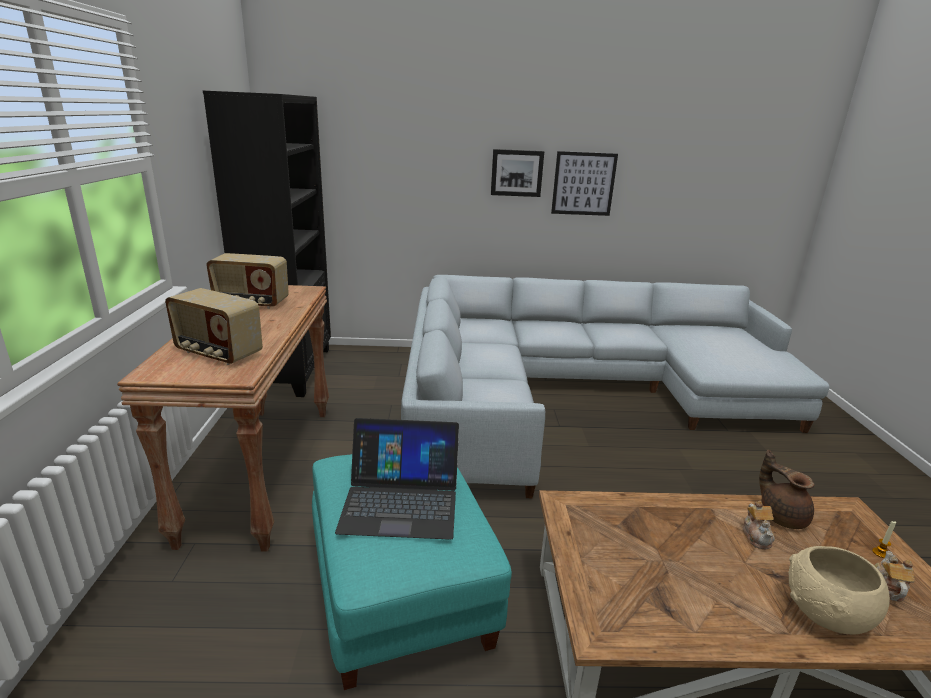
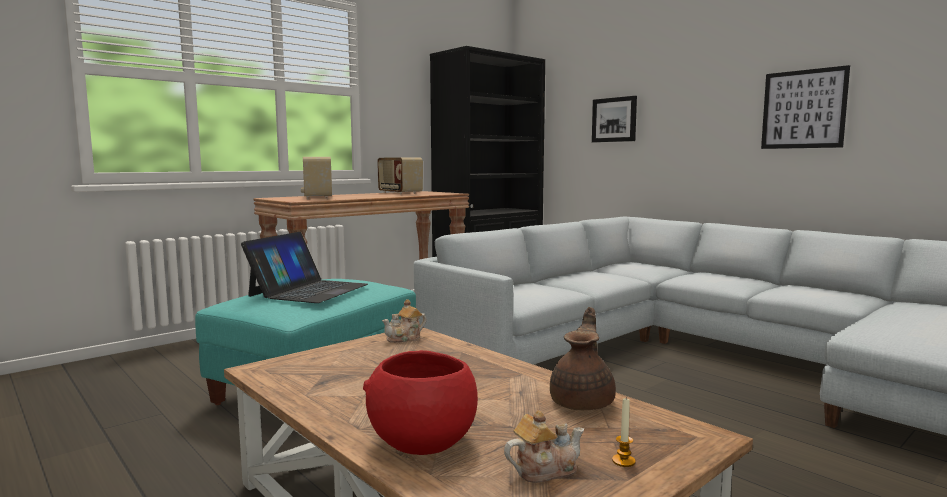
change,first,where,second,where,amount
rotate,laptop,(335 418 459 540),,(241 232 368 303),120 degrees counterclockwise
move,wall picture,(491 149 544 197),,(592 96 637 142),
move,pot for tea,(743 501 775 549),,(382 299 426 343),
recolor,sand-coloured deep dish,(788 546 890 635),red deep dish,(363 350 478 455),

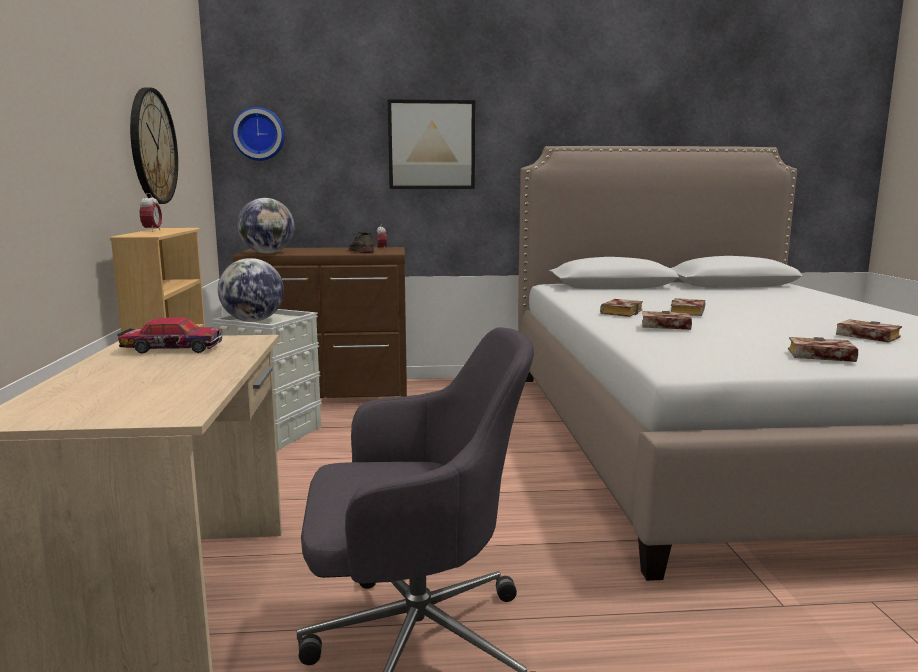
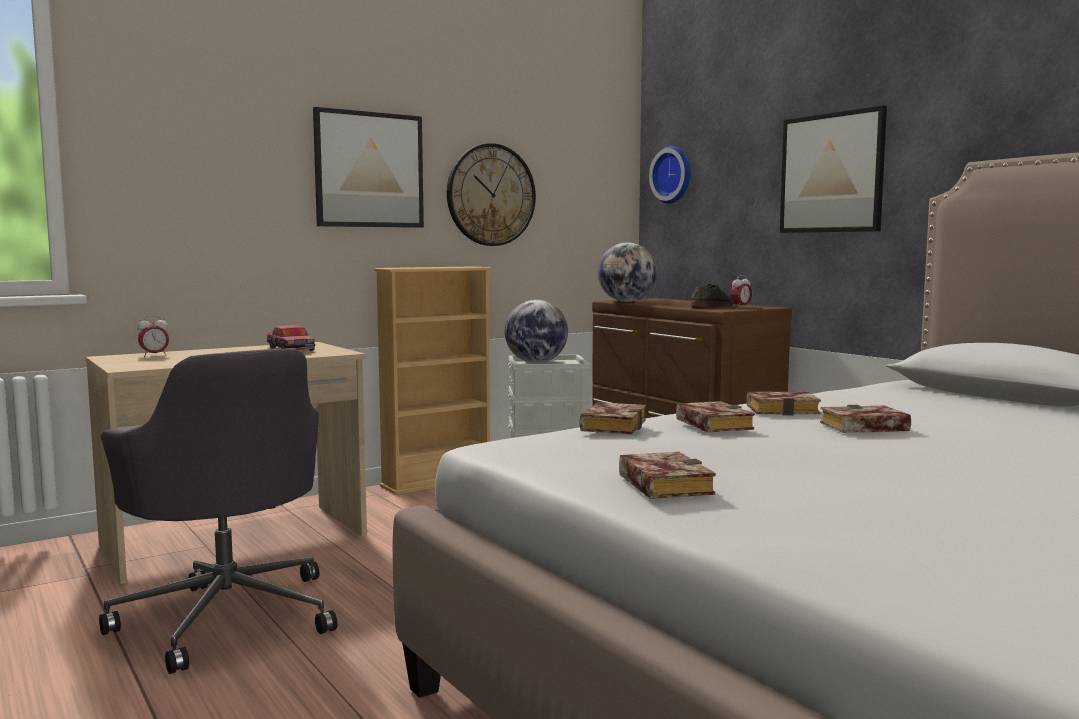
change,first,where,second,where,amount
move,table clock,(140 193 162 232),,(137 315 169 357),
move,bound book,(836 319 902 342),,(579 402 646 434),
insert,,,wall picture,(313 107 424 228),

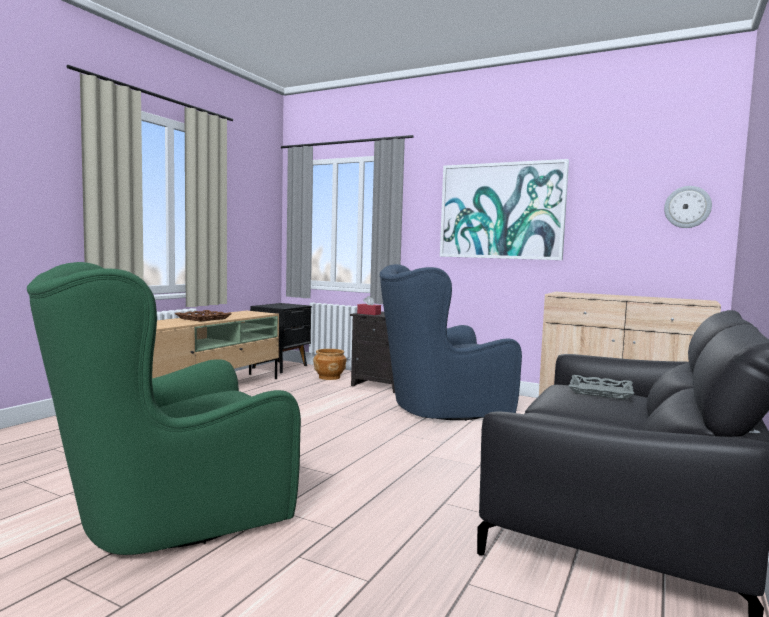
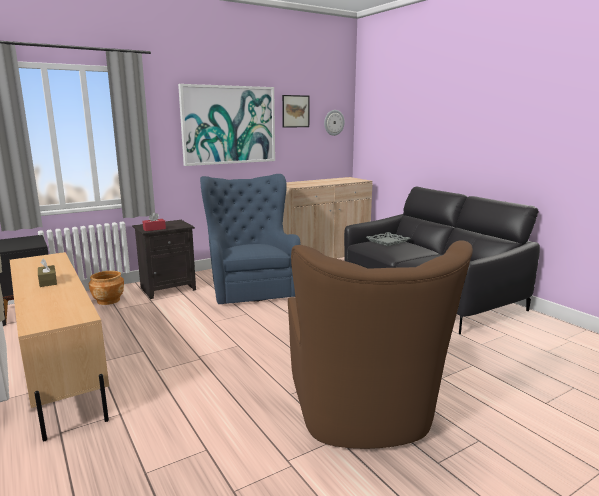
change,first,where,second,where,amount
recolor,greenish easy chair,(27 262 301 555),brownish easy chair,(288 240 473 449),
replace,brownish serving tray,(175 310 232 322),brownish tissue box,(38 259 57 287),
rotate,blue-coloured easy chair,(380 264 522 421),,(200 174 301 304),150 degrees clockwise
insert,,,wall picture,(282 95 310 128),

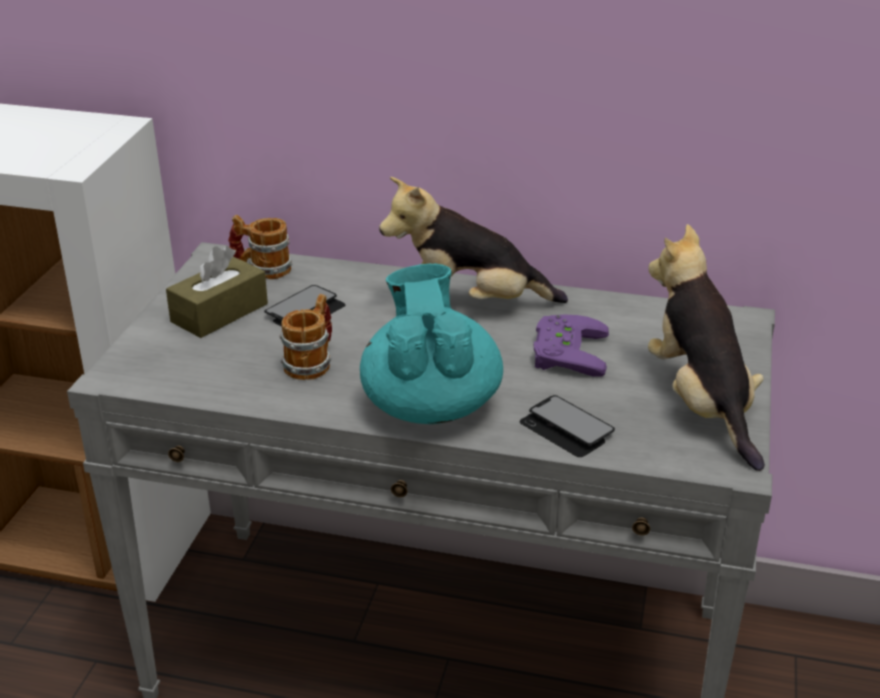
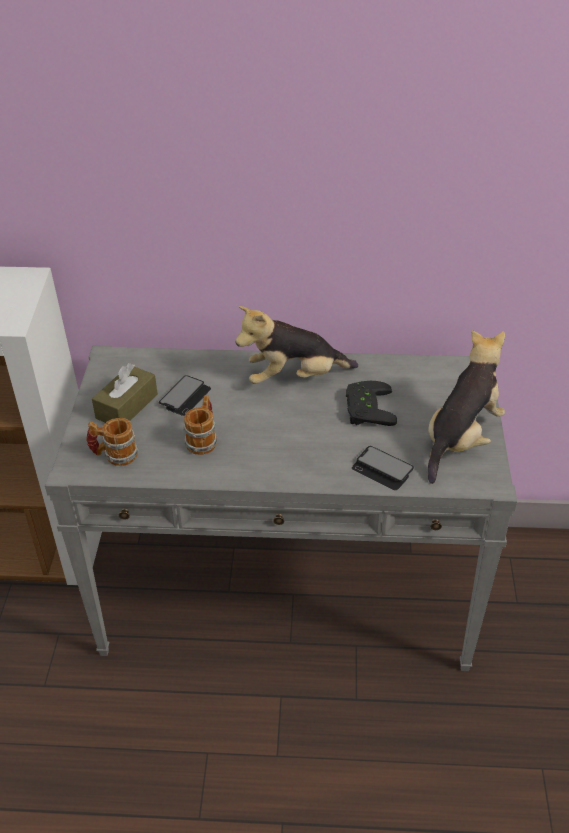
change,first,where,second,where,amount
move,tea mug,(228 215 292 279),,(86 418 138 466),
delete,turquoise pot for tea,(360 264 503 424),,,
recolor,purple gamepad,(534 315 609 377),blackish gamepad,(346 381 397 426),
rotate,soft toy,(648 224 765 471),,(428 330 505 484),60 degrees clockwise

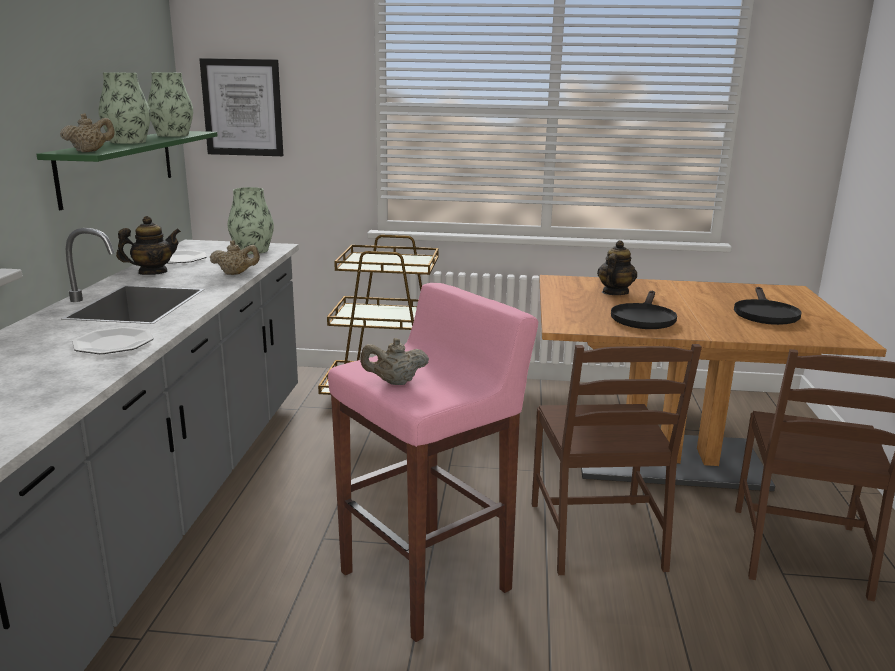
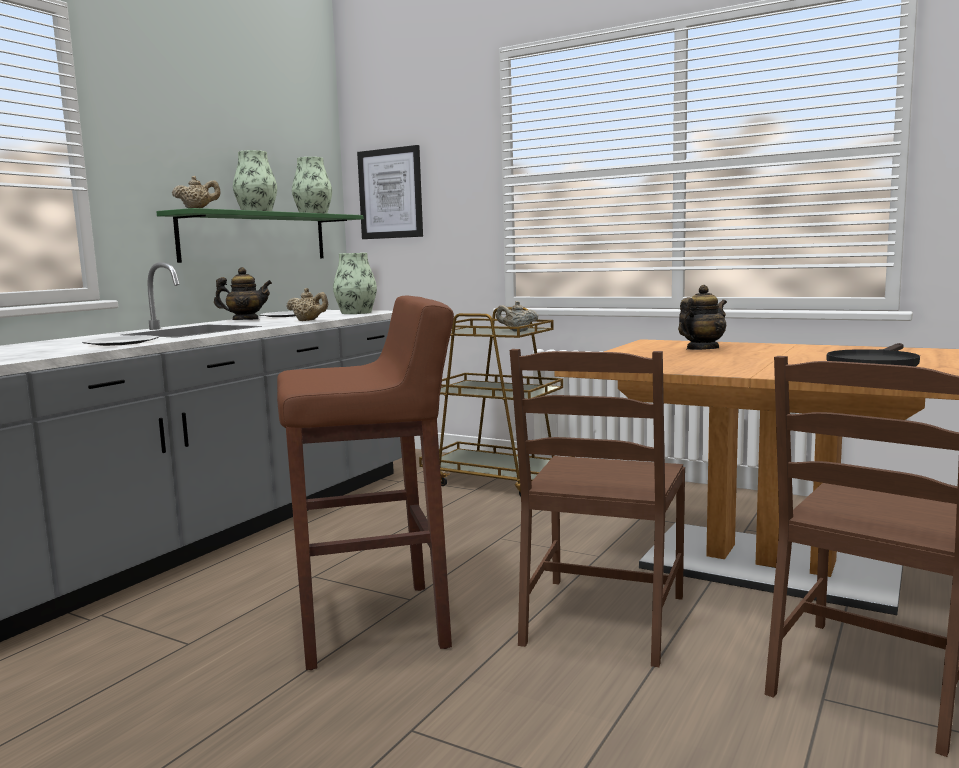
change,first,where,second,where,amount
recolor,pink-coloured stool,(328 283 538 642),brownish stool,(277 296 454 670),
move,sand-coloured pot for tea,(360 338 429 385),,(496 301 538 332),
delete,blackish skillet,(611 290 677 329),,,

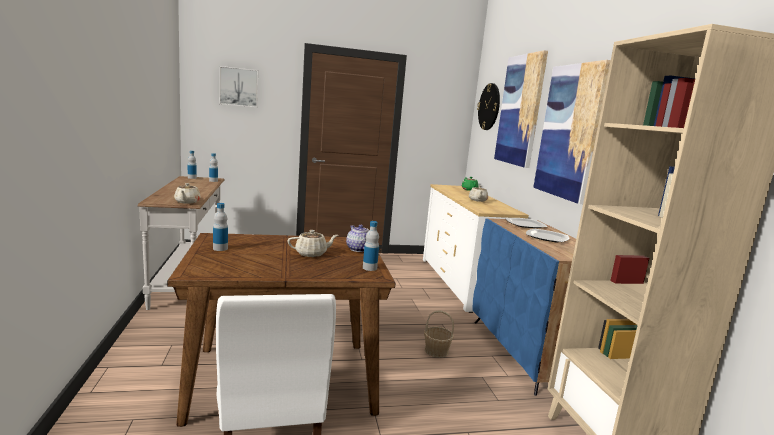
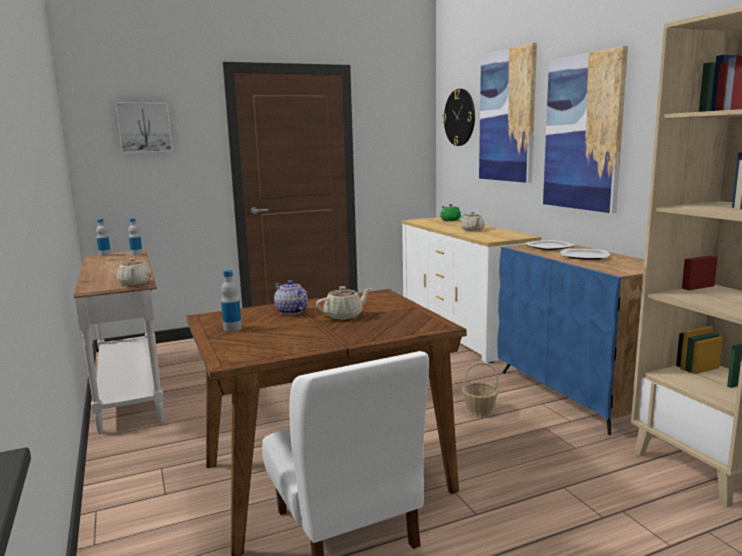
change,first,where,second,where,amount
move,pot for tea,(346 225 369 252),,(274 280 308 315),
delete,beverage bottle,(363 221 379 271),,,

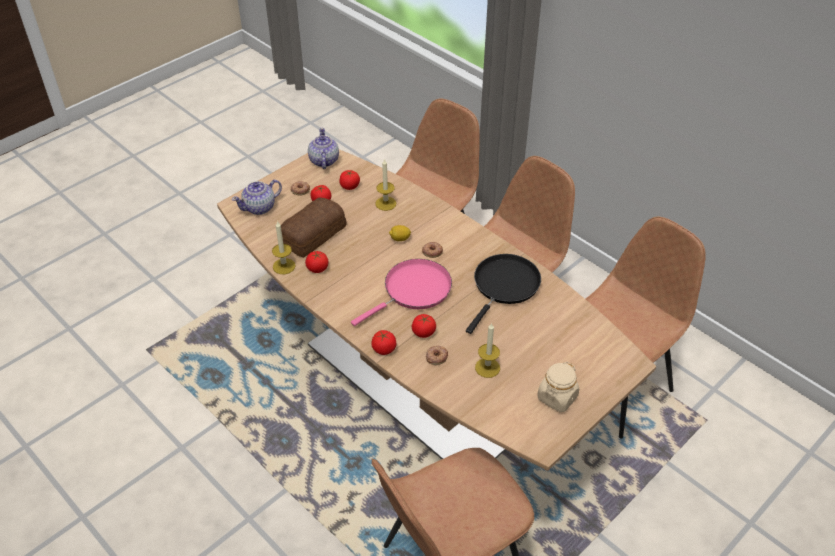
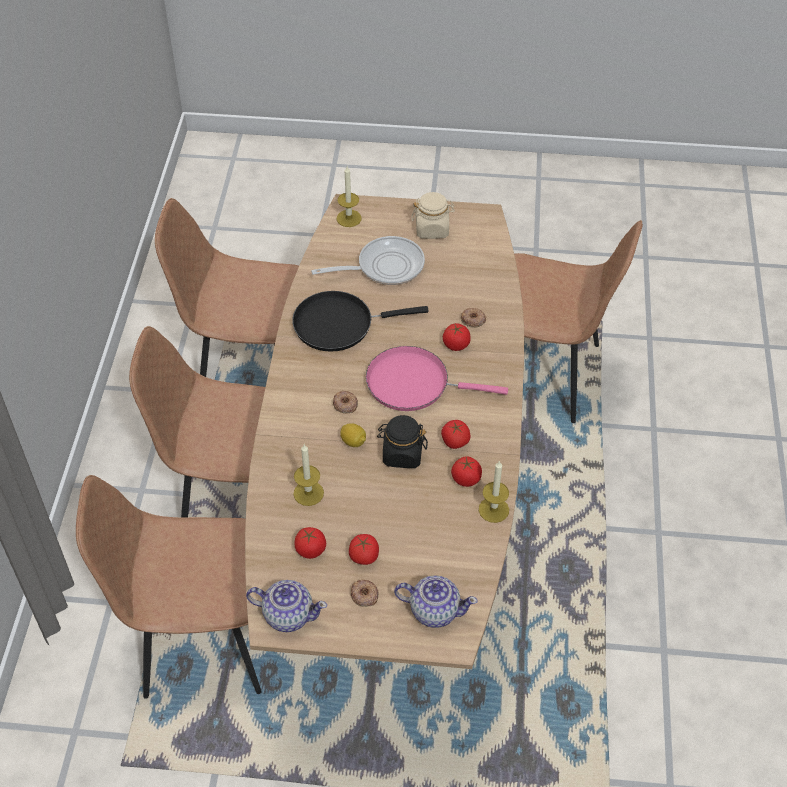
change,first,where,second,where,amount
delete,baked bread,(281 198 347 258),,,
rotate,pot for tea,(308 128 339 169),,(246 580 327 632),120 degrees counterclockwise
move,whole tomato,(371 330 396 355),,(441 420 471 449),
move,candle,(475 323 500 378),,(336 167 362 227),
insert,,,skillet,(311 236 425 285),
insert,,,blackish jar,(377 415 428 468),

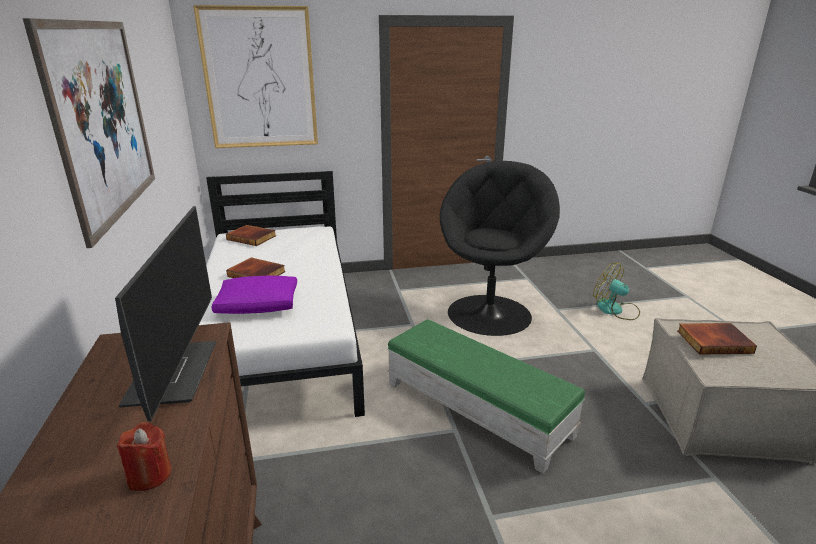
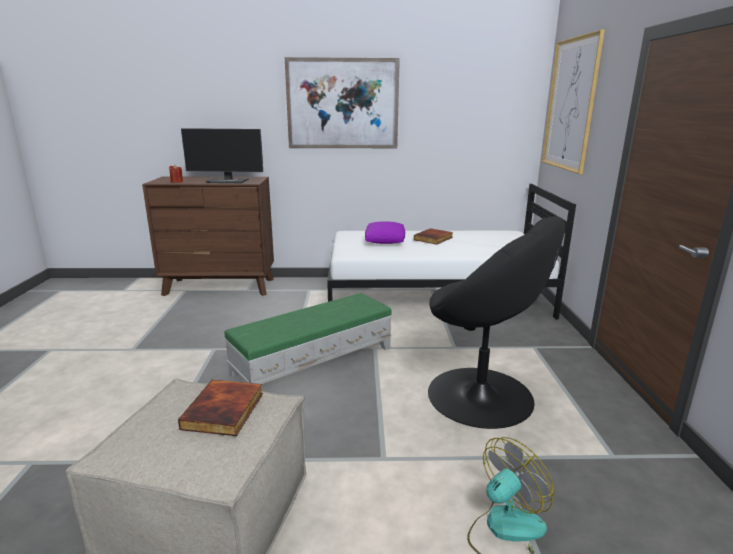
change,first,where,second,where,amount
delete,bound book,(226 225 276 246),,,

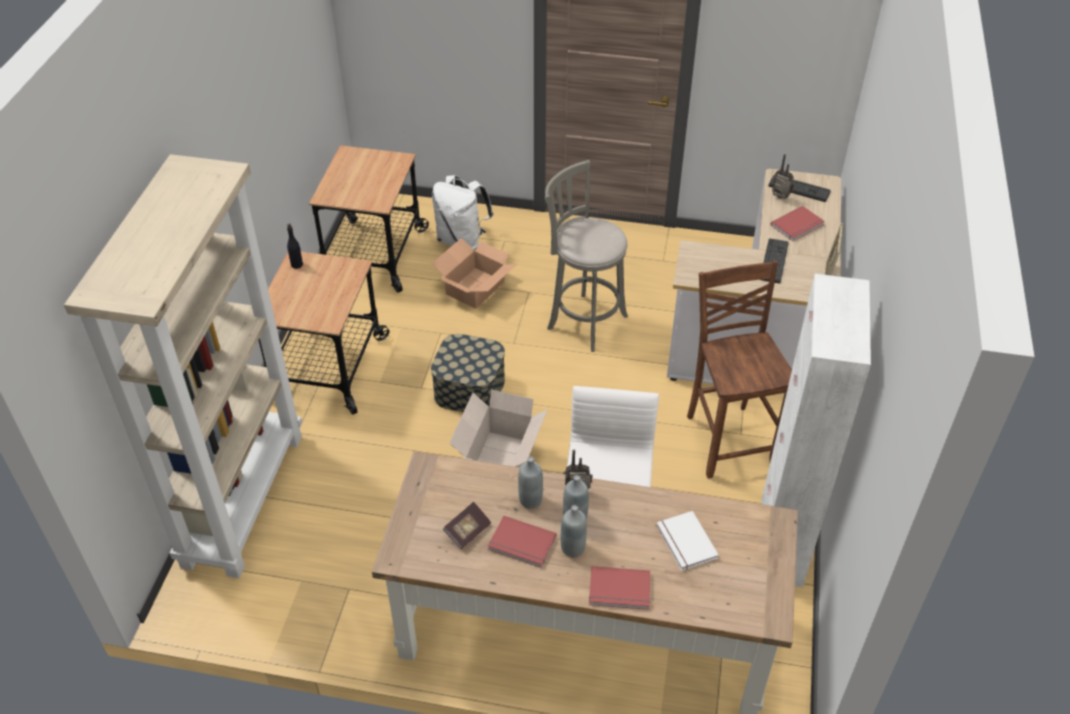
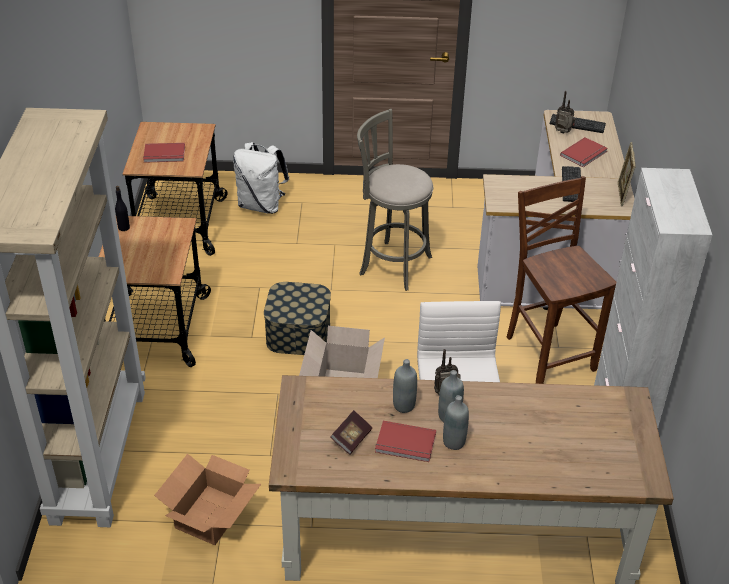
change,first,where,second,where,amount
move,cardboard box,(432 238 517 309),,(154 454 261 545),
move,red bound book,(589 566 650 610),,(143 143 185 163),
delete,whitish bound book,(657 511 719 571),,,

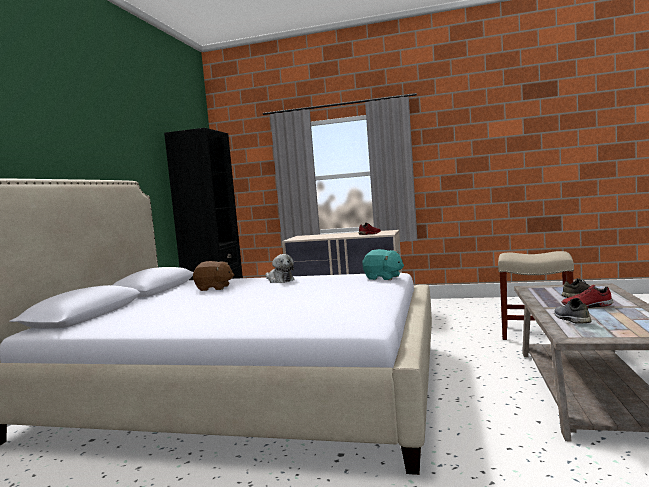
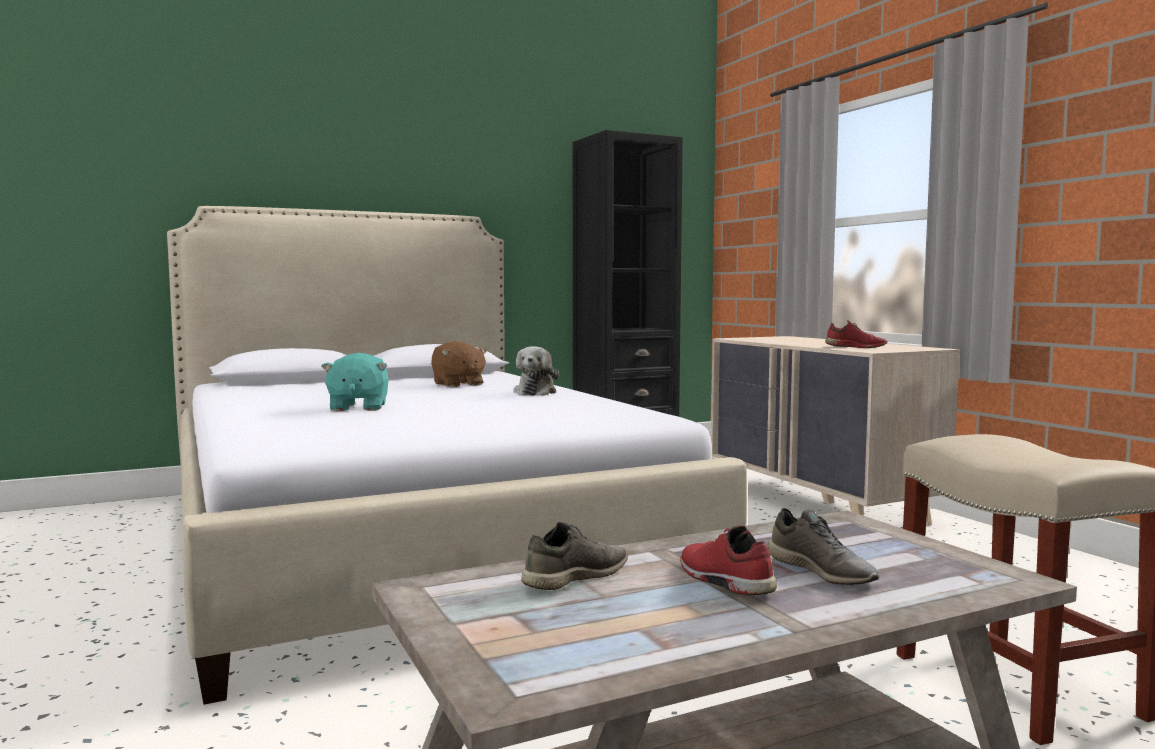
change,first,where,second,where,amount
move,turquoise soft toy,(362 249 404 280),,(321 353 389 412),

